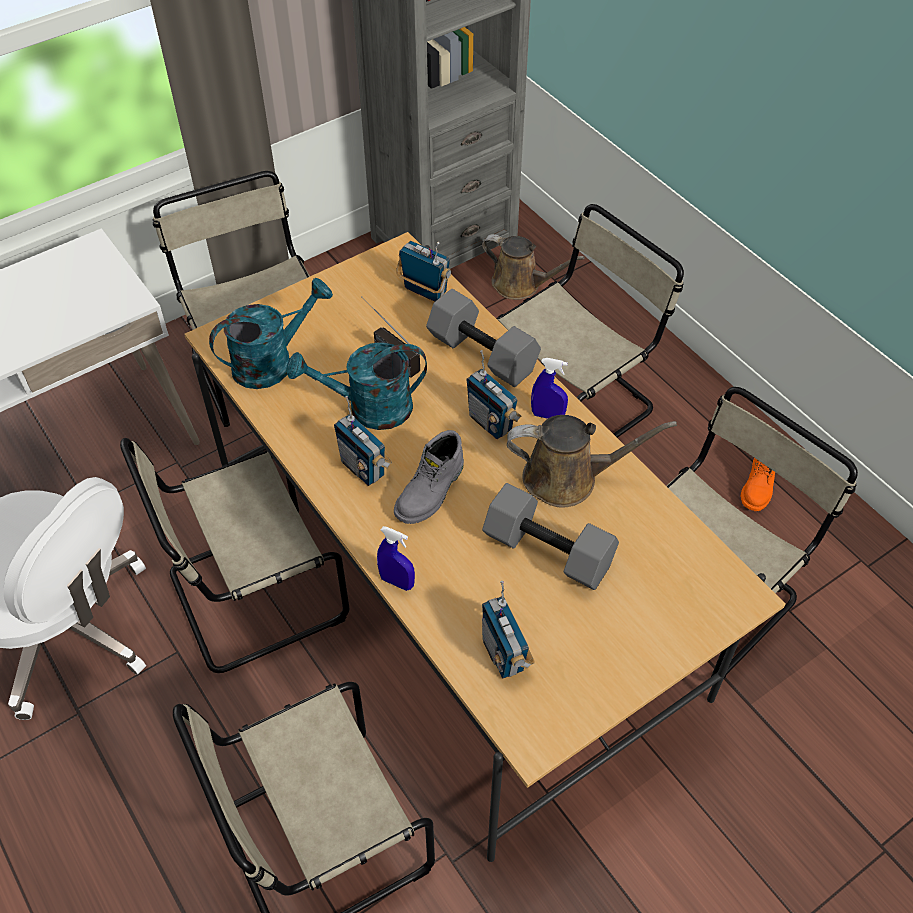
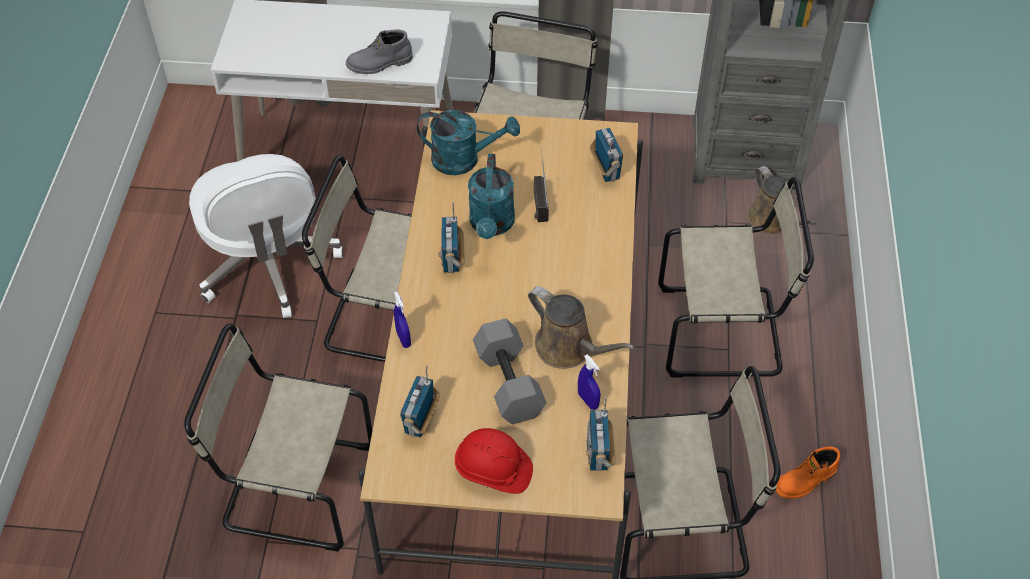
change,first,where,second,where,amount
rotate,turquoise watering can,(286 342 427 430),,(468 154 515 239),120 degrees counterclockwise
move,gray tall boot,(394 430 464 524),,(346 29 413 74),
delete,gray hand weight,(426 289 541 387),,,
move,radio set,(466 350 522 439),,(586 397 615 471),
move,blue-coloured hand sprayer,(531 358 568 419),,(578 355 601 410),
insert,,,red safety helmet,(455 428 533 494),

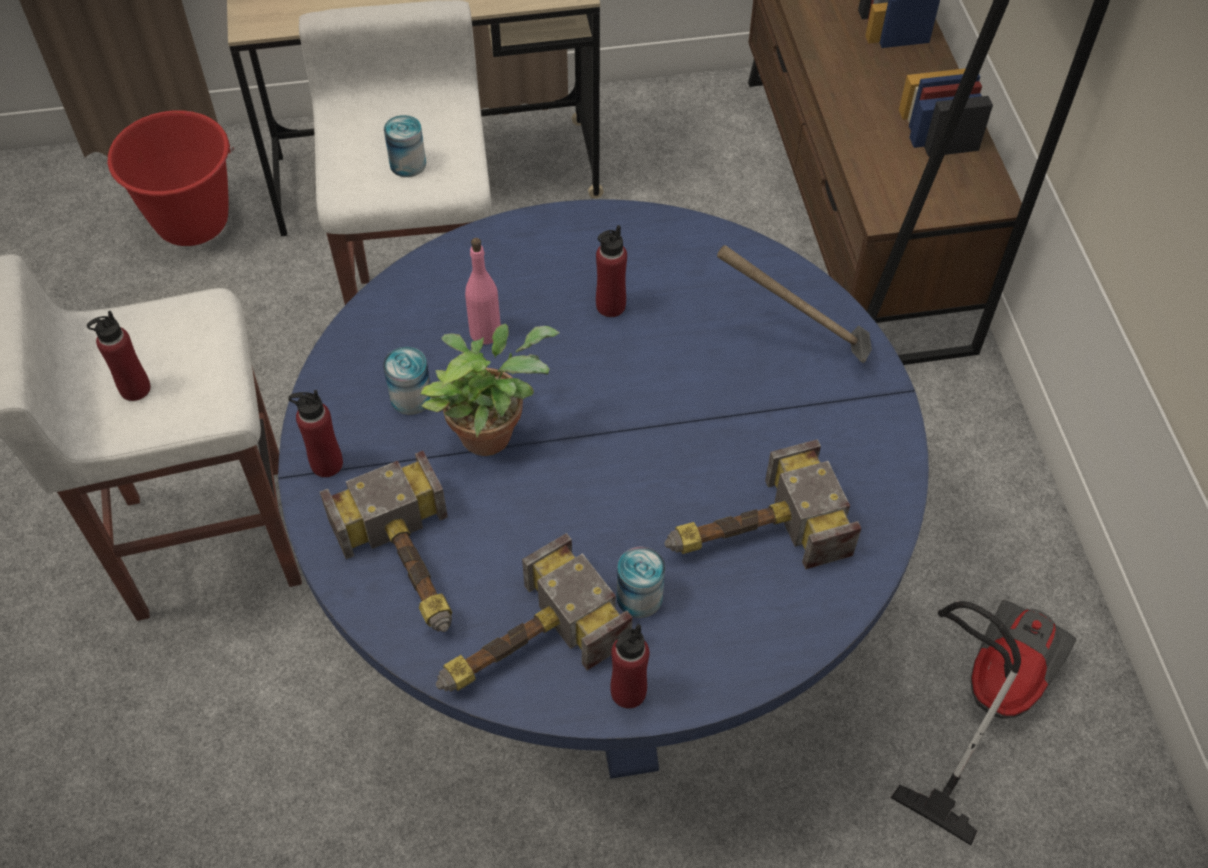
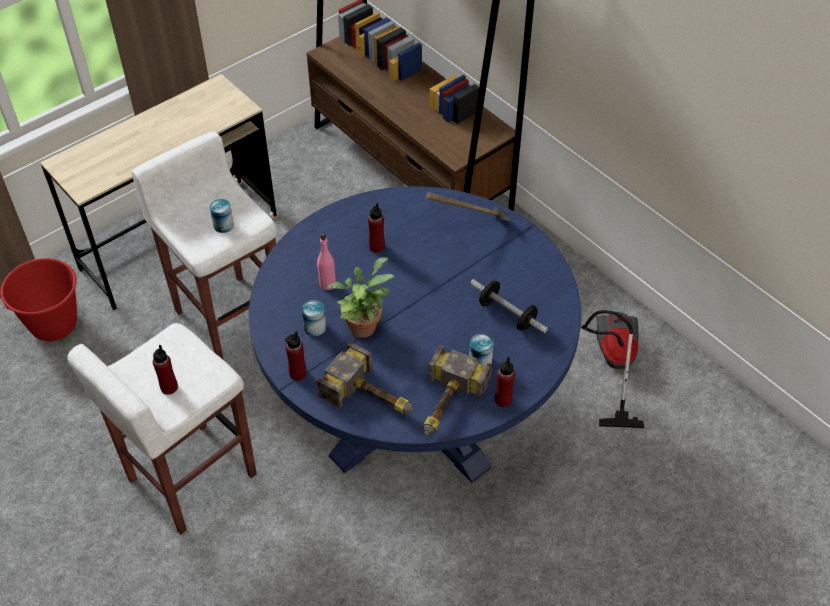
change,first,where,second,where,amount
replace,tool hammer,(664 439 862 569),hand weight,(470 279 548 333),

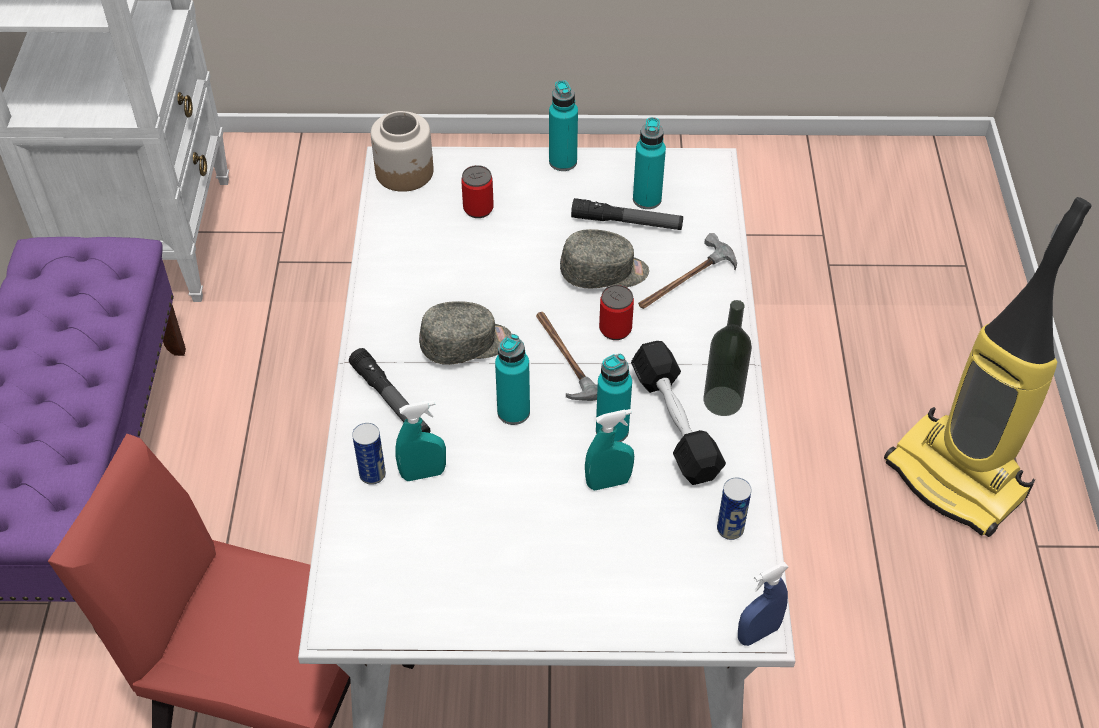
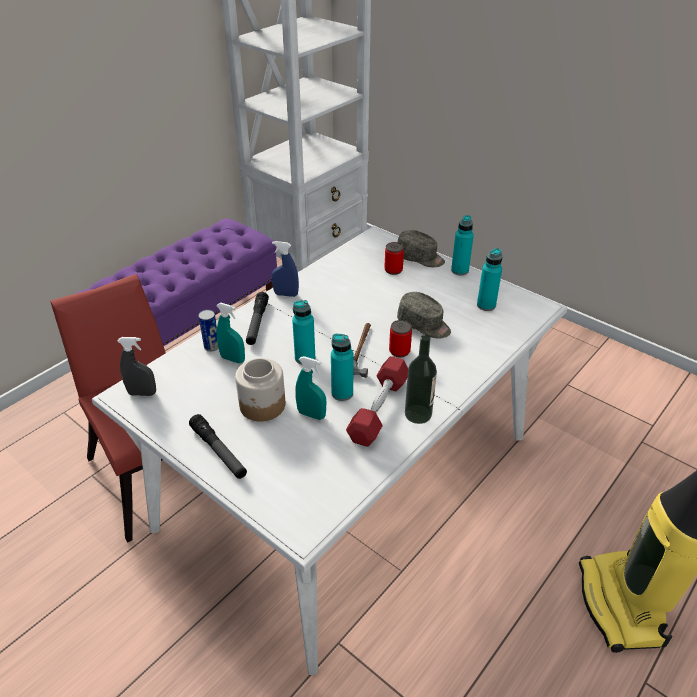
change,first,where,second,where,amount
move,jar,(371 111 434 192),,(235 358 285 421),
move,gray baseball cap,(419 301 512 365),,(398 230 445 267),
move,torch,(571 198 683 230),,(189 414 247 479),
recolor,blackish hand weight,(631 341 726 485),red hand weight,(346 356 408 447),
delete,tool hammer,(638 233 737 309),,,
delete,can,(717 478 752 540),,,
move,blue-coloured hand sprayer,(738 562 788 646),,(271 241 299 297),
insert,,,gray hand sprayer,(117 337 156 396),

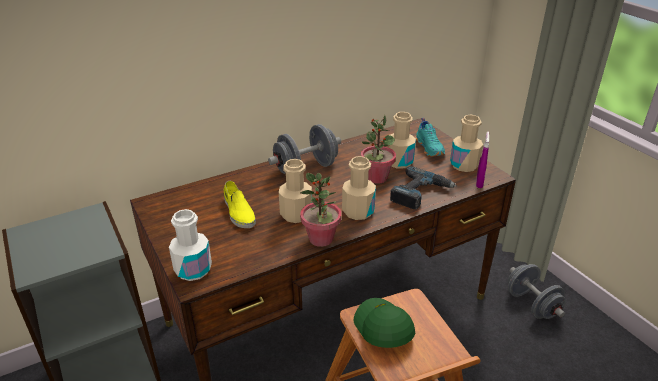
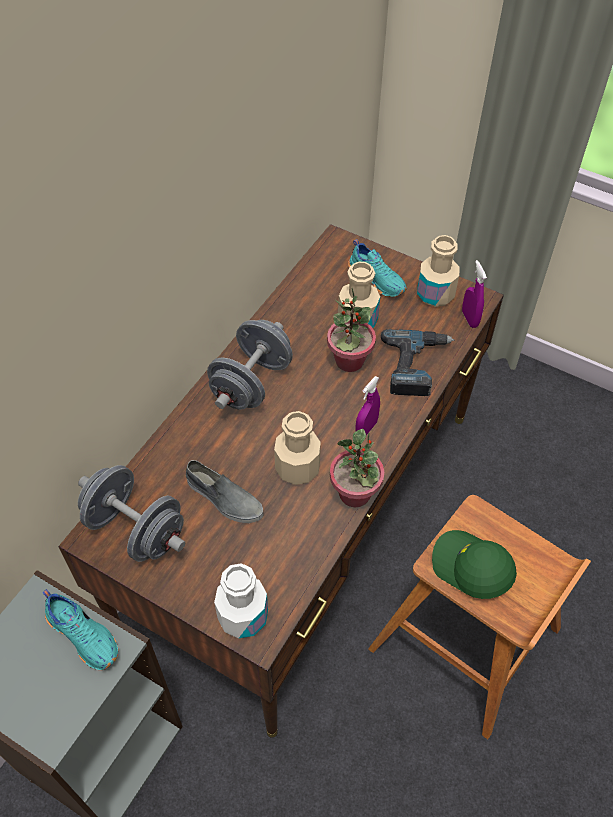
change,first,where,second,where,amount
recolor,yellow shoe,(224 181 256 228),gray shoe,(186 460 263 523),
replace,sand-coloured beverage bottle,(342 156 376 220),purple hand sprayer,(355 376 380 435),
move,gray hand weight,(508 264 566 319),,(78 465 185 562),
insert,,,turquoise shoe,(43 589 118 670),

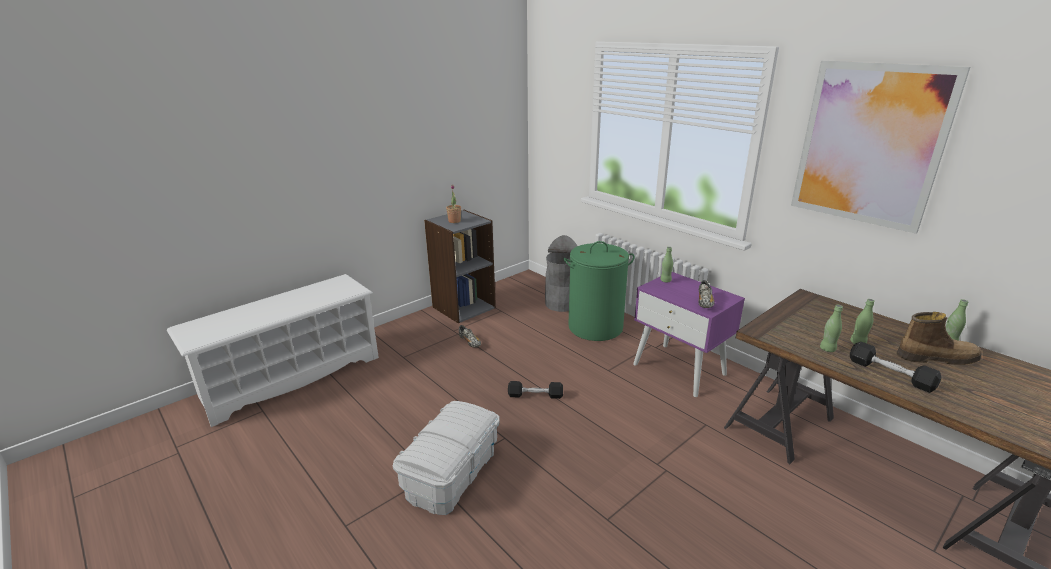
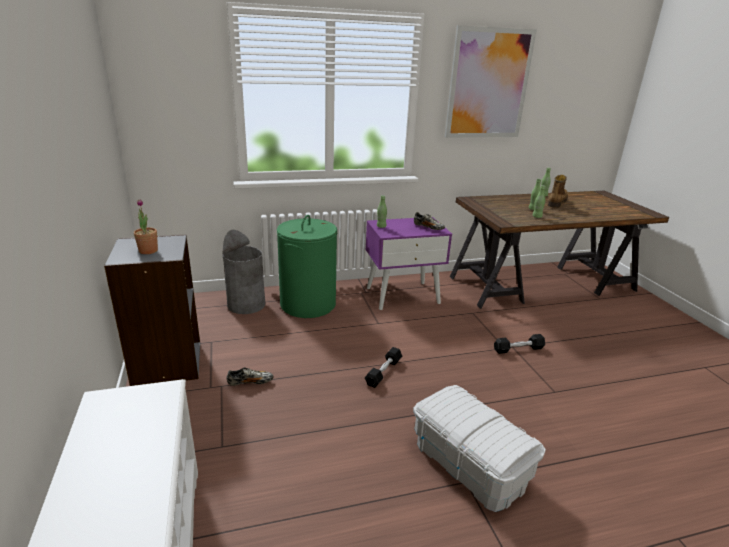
change,first,where,second,where,amount
move,blackish hand weight,(850 342 941 393),,(494 334 545 354),

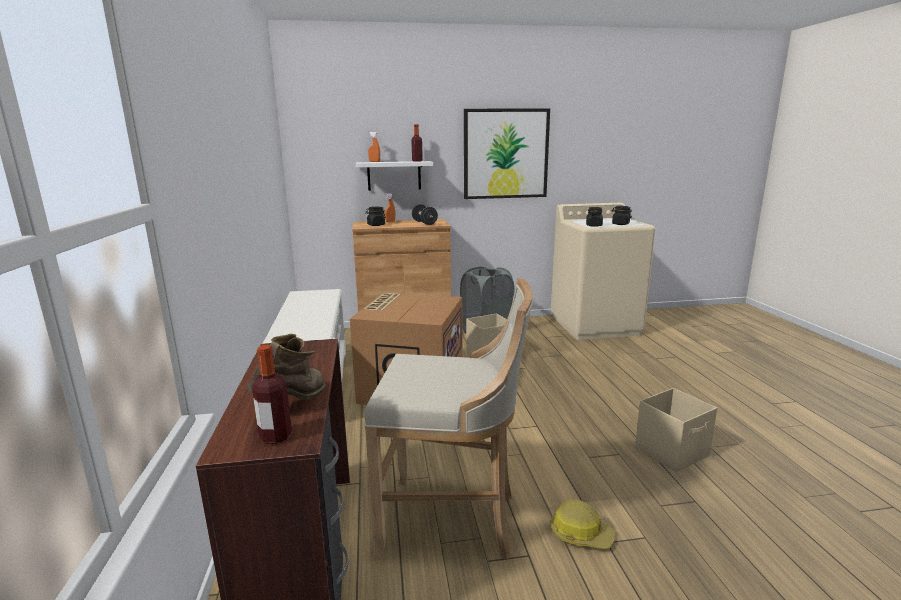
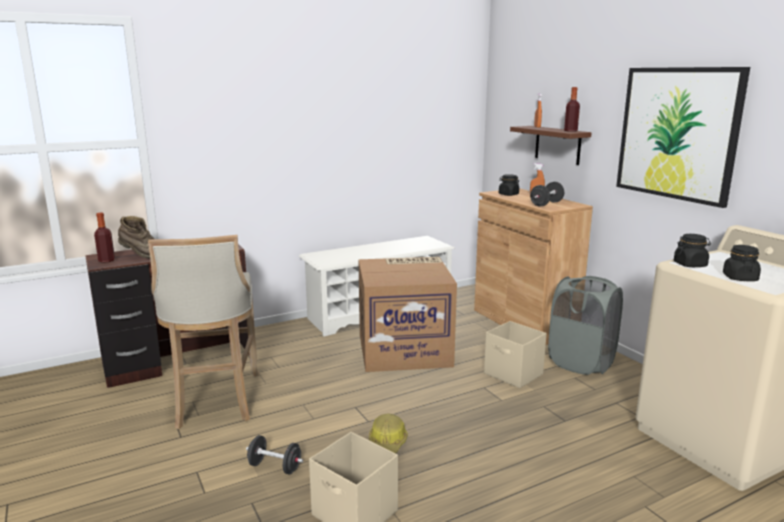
change,first,where,second,where,amount
recolor,whitish bracket shelf,(356 161 433 191),brownish bracket shelf,(510 126 591 165),
move,safety helmet,(550 499 615 549),,(369 414 408 453),
insert,,,blackish hand weight,(246 435 303 475),

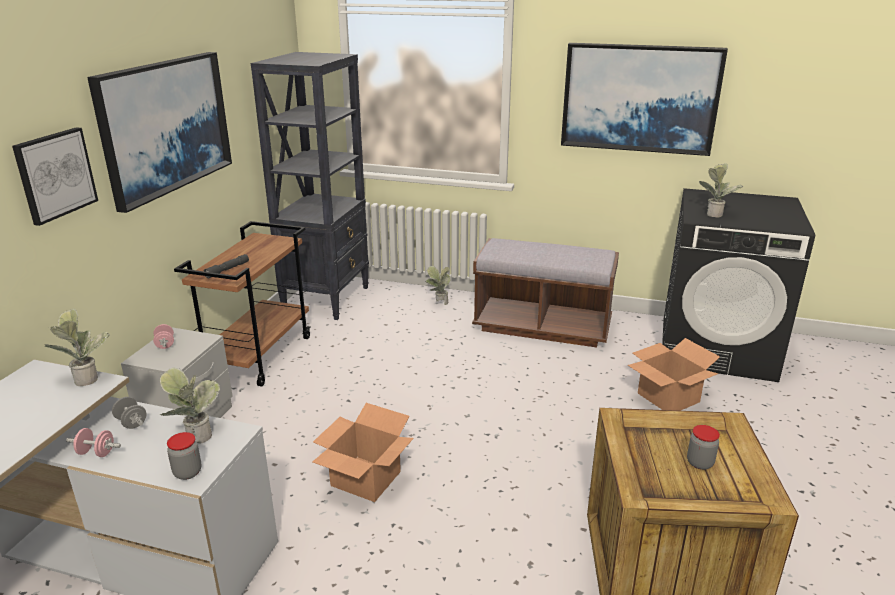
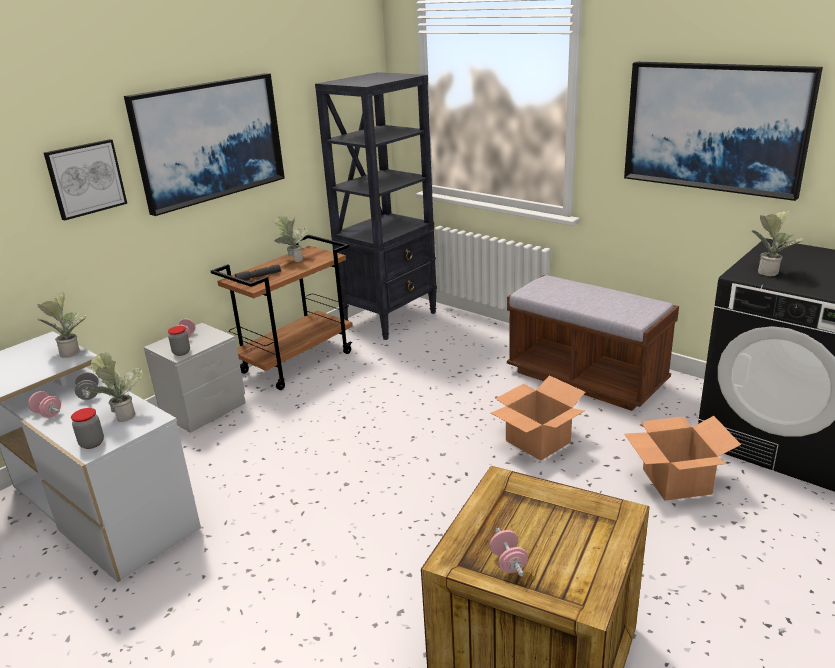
change,first,where,second,where,amount
move,cardboard box,(312 403 414 502),,(491 375 586 461),
move,houseplant,(425 266 450 305),,(274 215 308 262),
move,jar,(687 425 720 470),,(168 326 190 356),
insert,,,pink-coloured hand weight,(489 528 528 576),

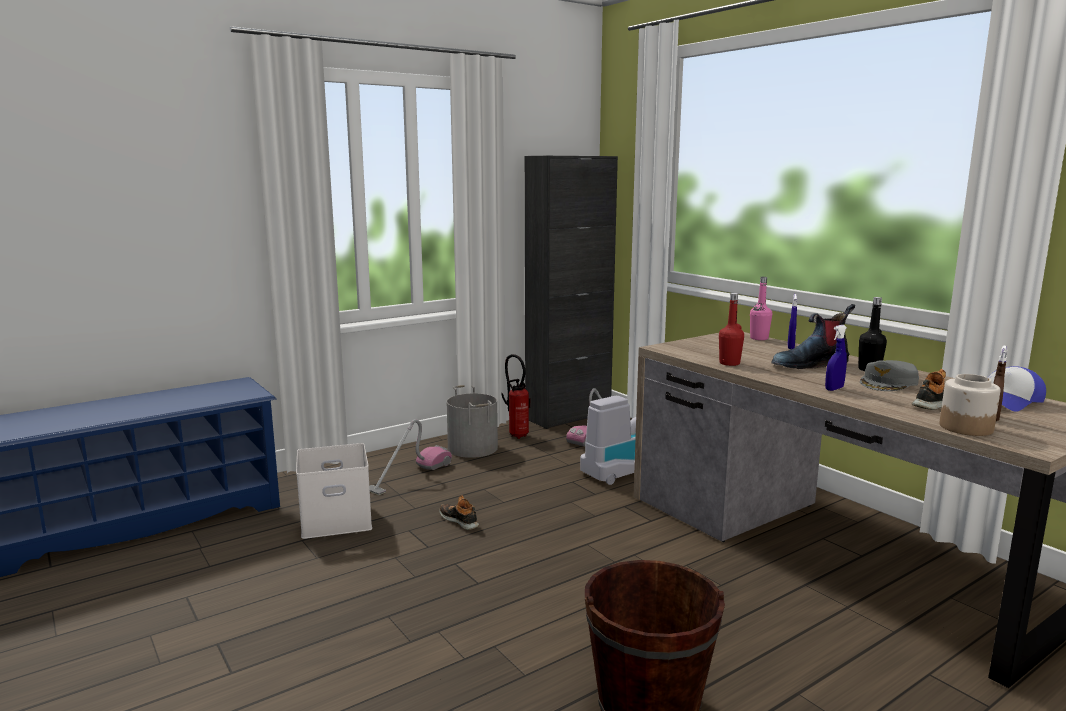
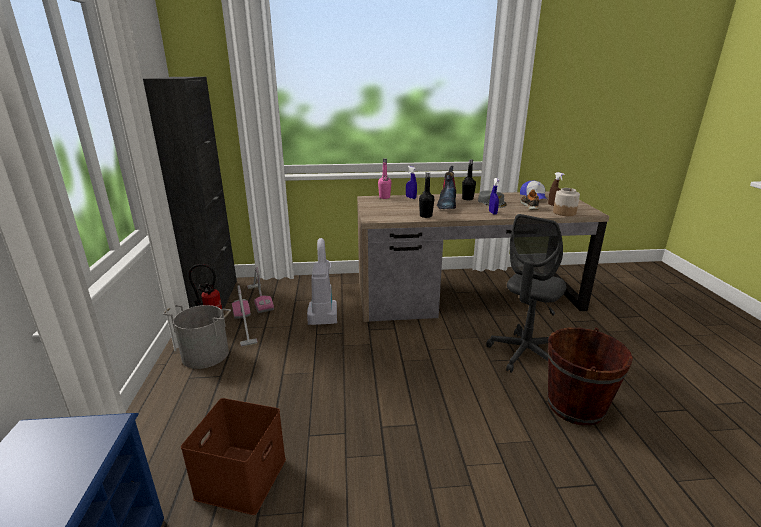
change,first,where,second,where,amount
recolor,whitish storage container,(296 443 372 539),brownish storage container,(181 398 286 515),
move,vacuum,(369 419 452 495),,(232 285 258 347),
delete,shoe,(439 495 479 530),,,
recolor,red beverage bottle,(719 293 744 366),blackish beverage bottle,(419 172 435 218),
insert,,,gray office chair,(486 214 566 373),

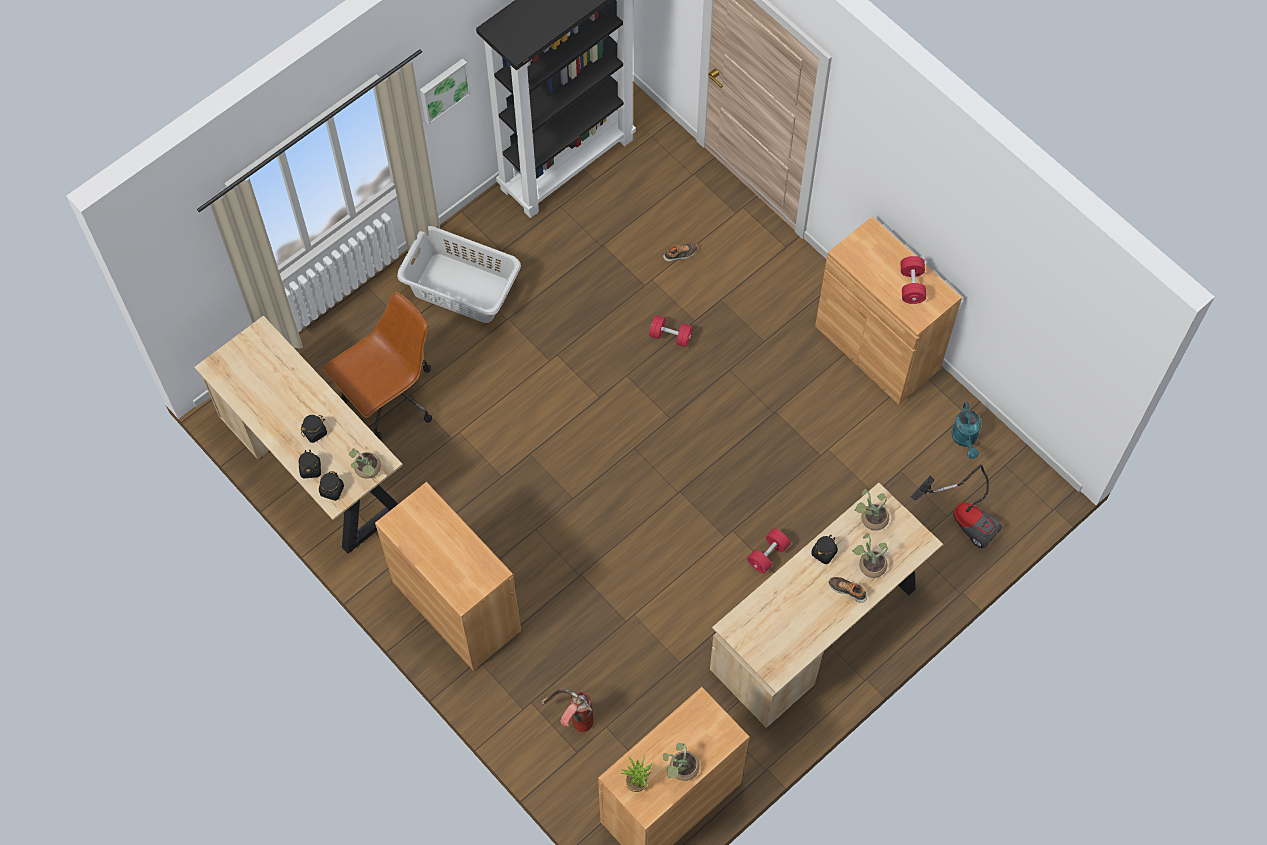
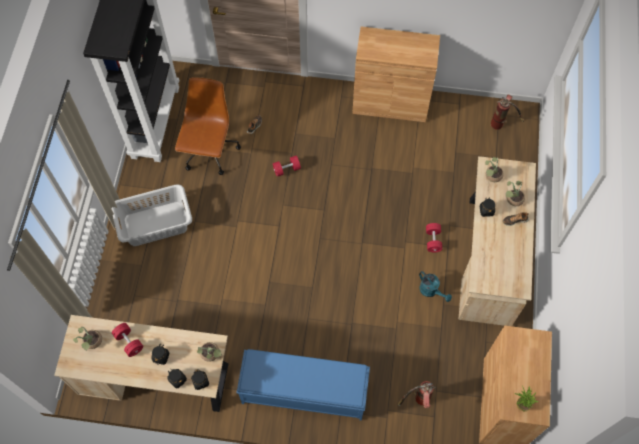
change,first,where,second,where,amount
move,brownish office chair,(323 292 432 439),,(175 77 241 175),
replace,brownish storage cabinet,(375 482 521 671),blue-coloured long seat,(236 349 370 421),
delete,wall picture,(420 58 471 125),,,
move,houseplant,(663 743 700 781),,(73 327 102 351),
move,red hand weight,(900 256 926 304),,(112 323 143 357),
delete,vacuum,(911 464 1002 548),,,
move,turquoise watering can,(951 403 982 459),,(419 271 452 302),
insert,,,fire extinguisher,(491 94 524 130),

